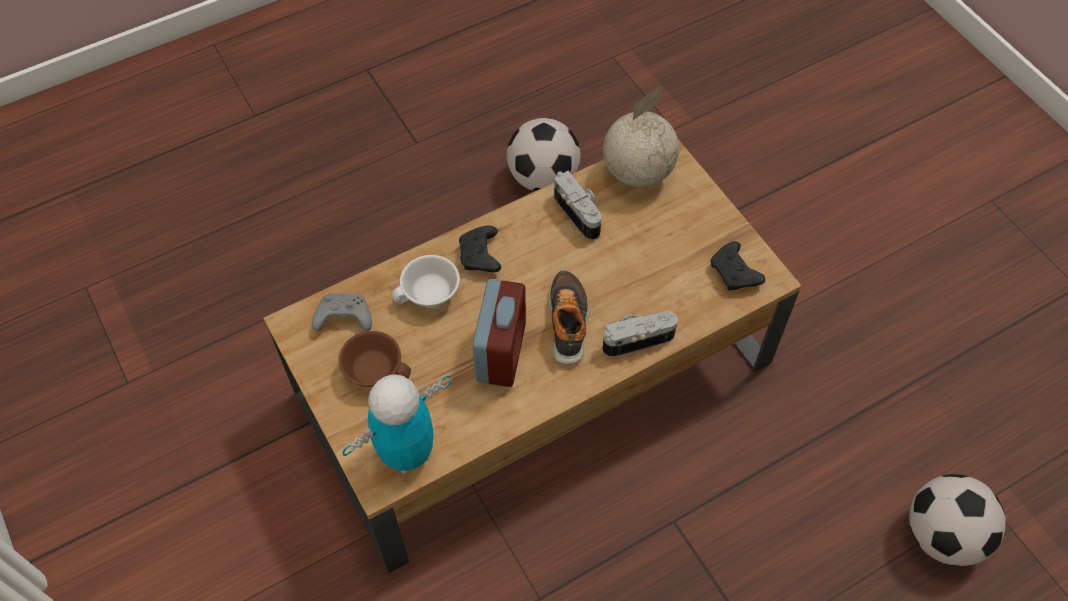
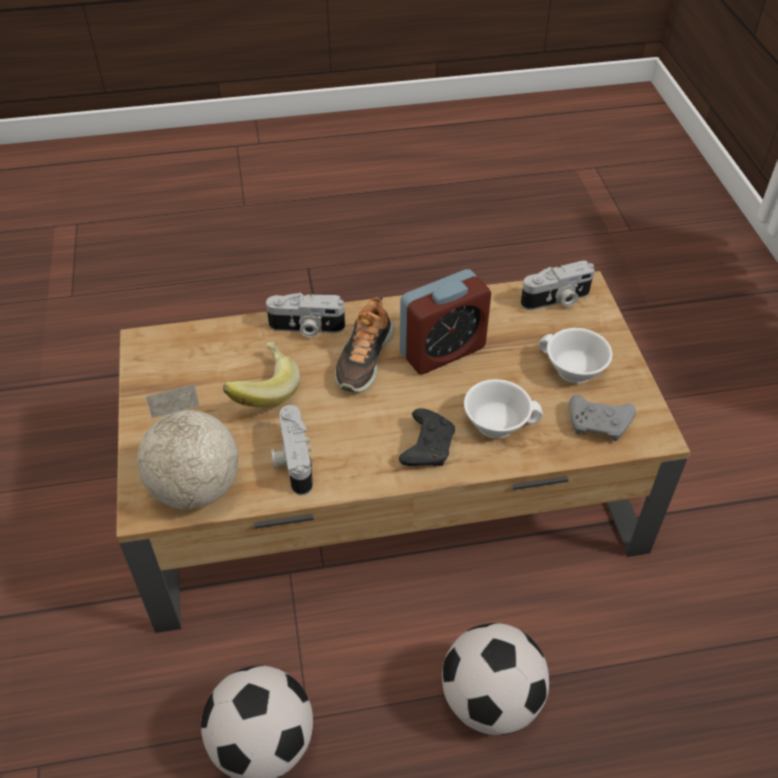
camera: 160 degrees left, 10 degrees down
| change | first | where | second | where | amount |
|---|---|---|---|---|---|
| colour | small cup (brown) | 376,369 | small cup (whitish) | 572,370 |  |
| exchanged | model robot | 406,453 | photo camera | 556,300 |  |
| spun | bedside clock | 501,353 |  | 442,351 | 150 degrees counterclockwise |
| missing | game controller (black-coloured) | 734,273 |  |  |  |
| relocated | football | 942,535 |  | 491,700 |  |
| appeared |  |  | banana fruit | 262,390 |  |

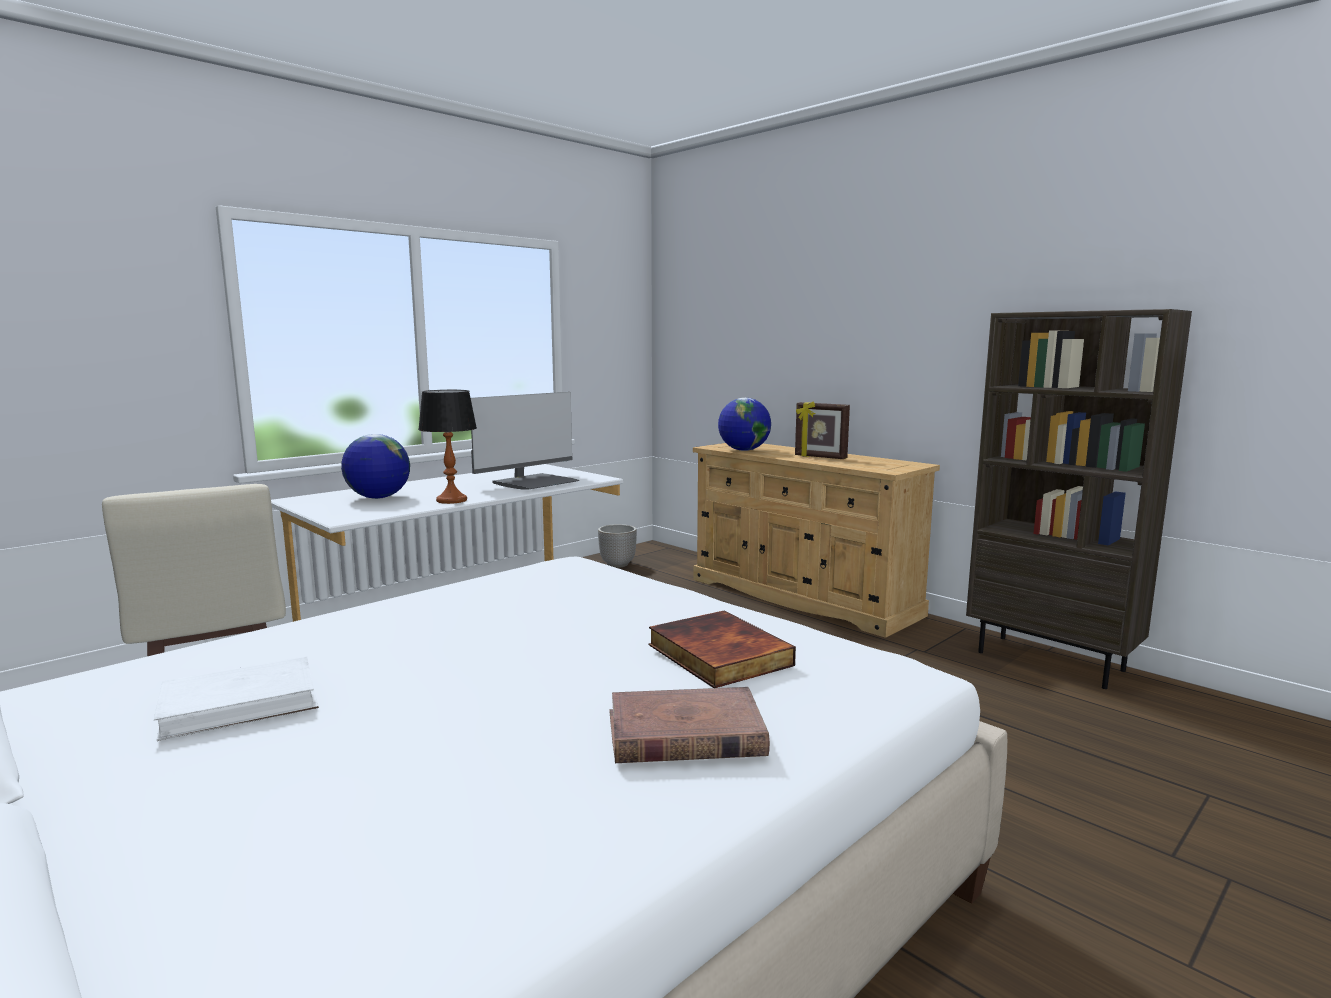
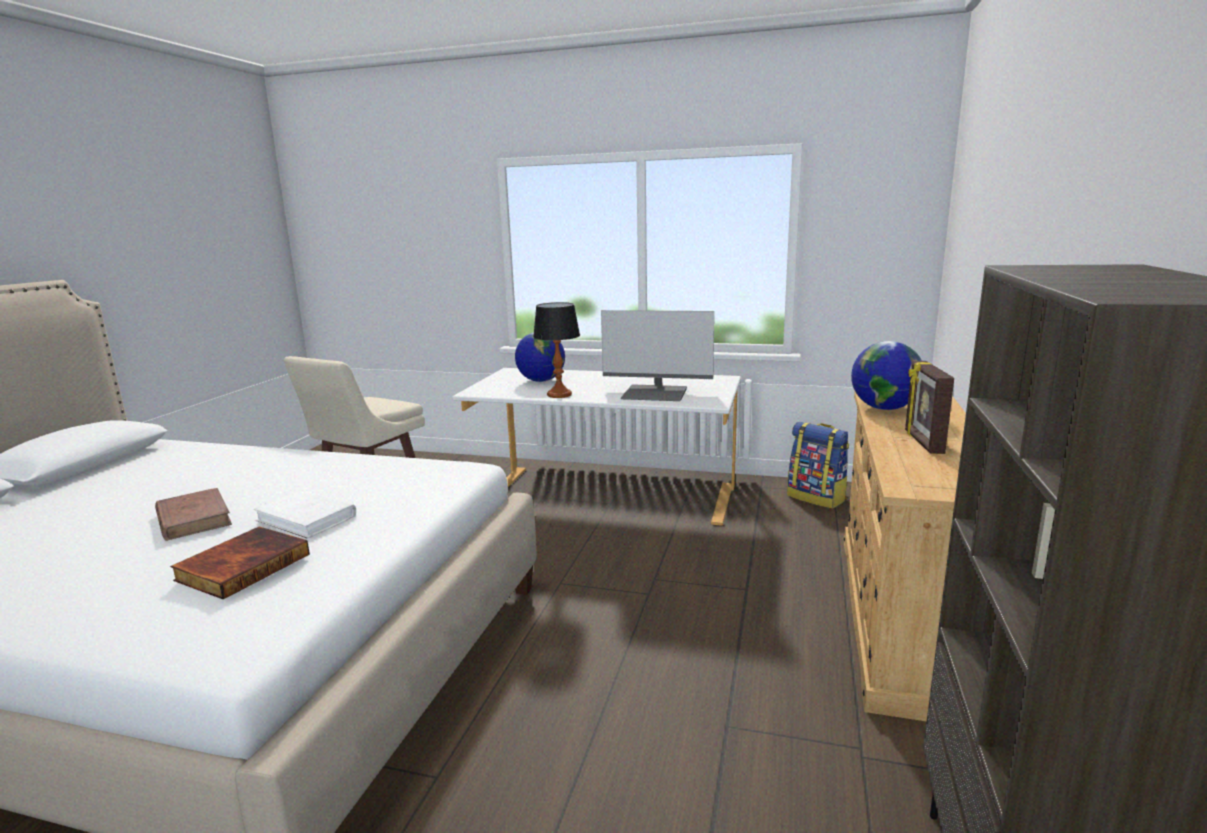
camera: 60 degrees right, 5 degrees up
| change | first | where | second | where | amount |
|---|---|---|---|---|---|
| relocated | volume (whitish) | 241,704 |  | 306,518 |  |
| exchanged | flower pot | 618,564 | knapsack | 817,498 |  |
| relocated | volume (brown) | 684,734 |  | 193,518 |  |

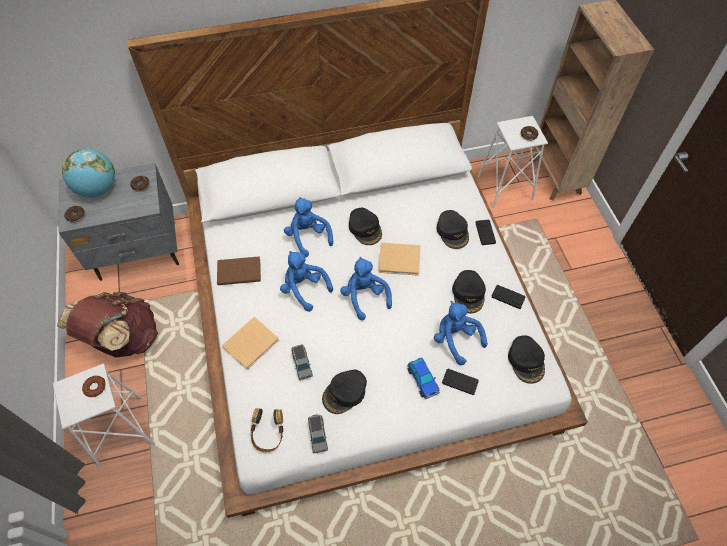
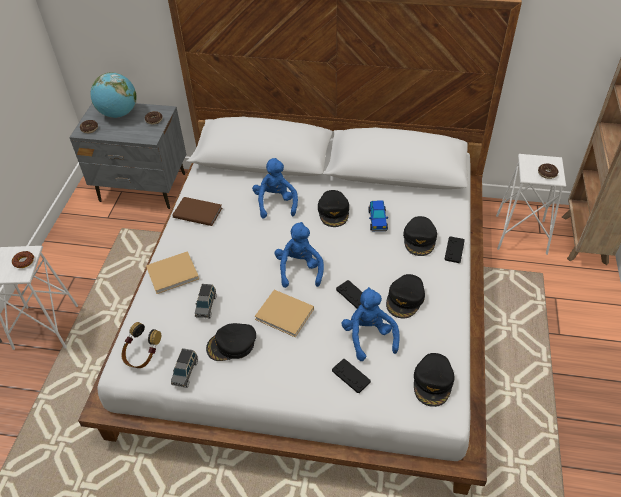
camera: 25 degrees right, 10 degrees down
| change | first | where | second | where | amount |
|---|---|---|---|---|---|
| missing | knapsack (brown) | 124,340 |  |  |  |
| missing | soft toy (bluish) | 304,289 |  |  |  |
| relocated | volume (beige) | 401,260 |  | 286,315 |  |
| relocated | model car | 422,380 |  | 377,220 |  |
| relocated | game controller (black-coloured) | 508,297 |  | 353,295 |  |

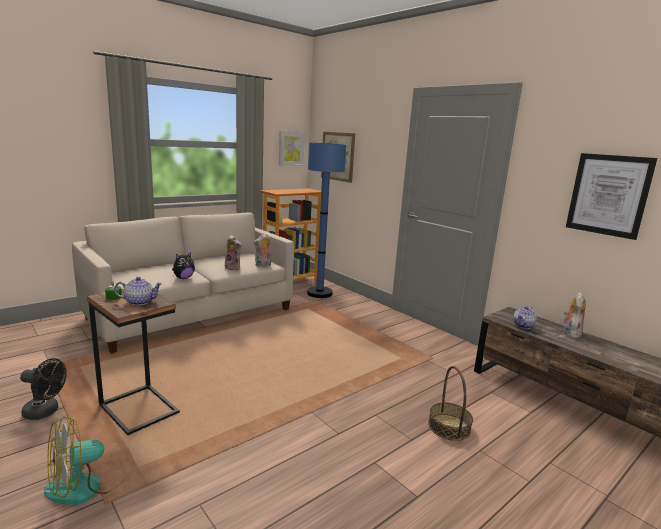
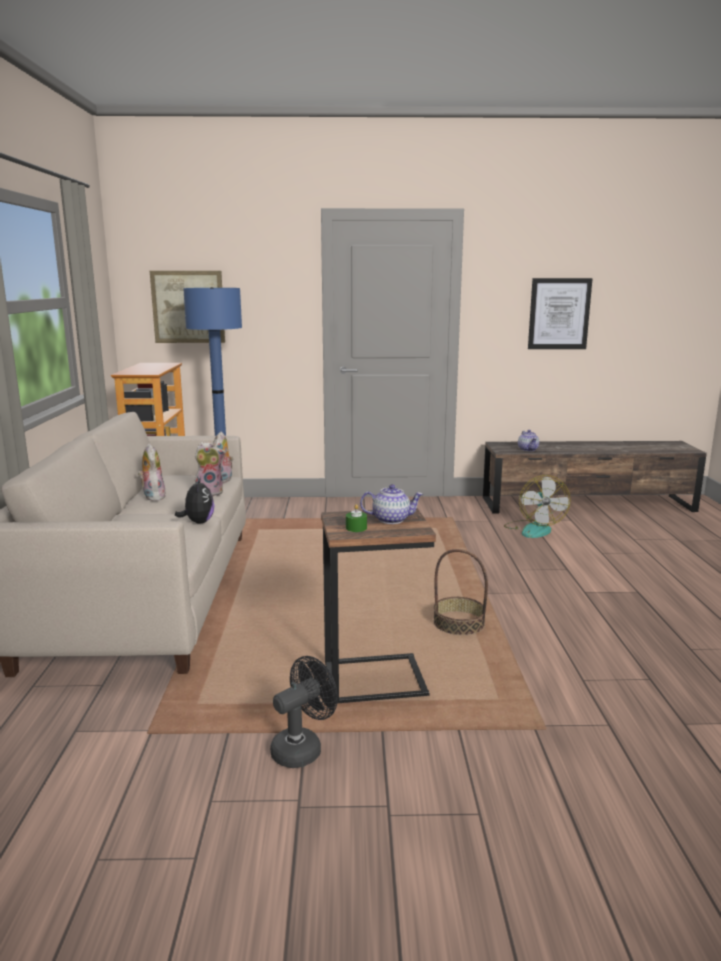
camera: 50 degrees left, 0 degrees up
| change | first | where | second | where | amount |
|---|---|---|---|---|---|
| relocated | fan | 87,485 |  | 534,529 |  |
| spun | teapot | 140,302 |  | 391,519 | 60 degrees clockwise |
| missing | wall art | 291,148 |  |  |  |
| relocated | basket | 449,427 |  | 459,624 |  |
| relocated | soft toy | 570,333 |  | 152,497 |  |

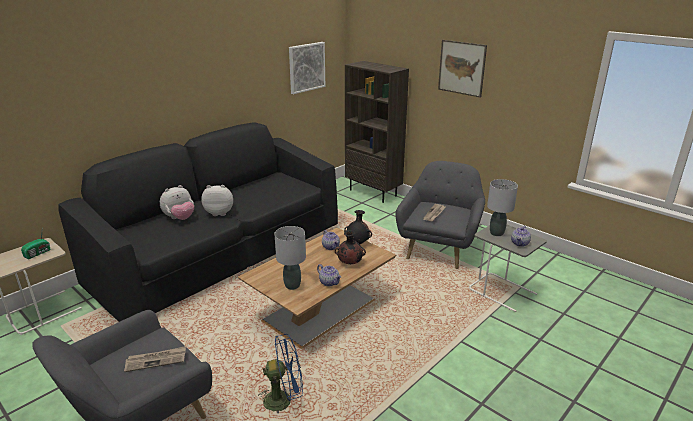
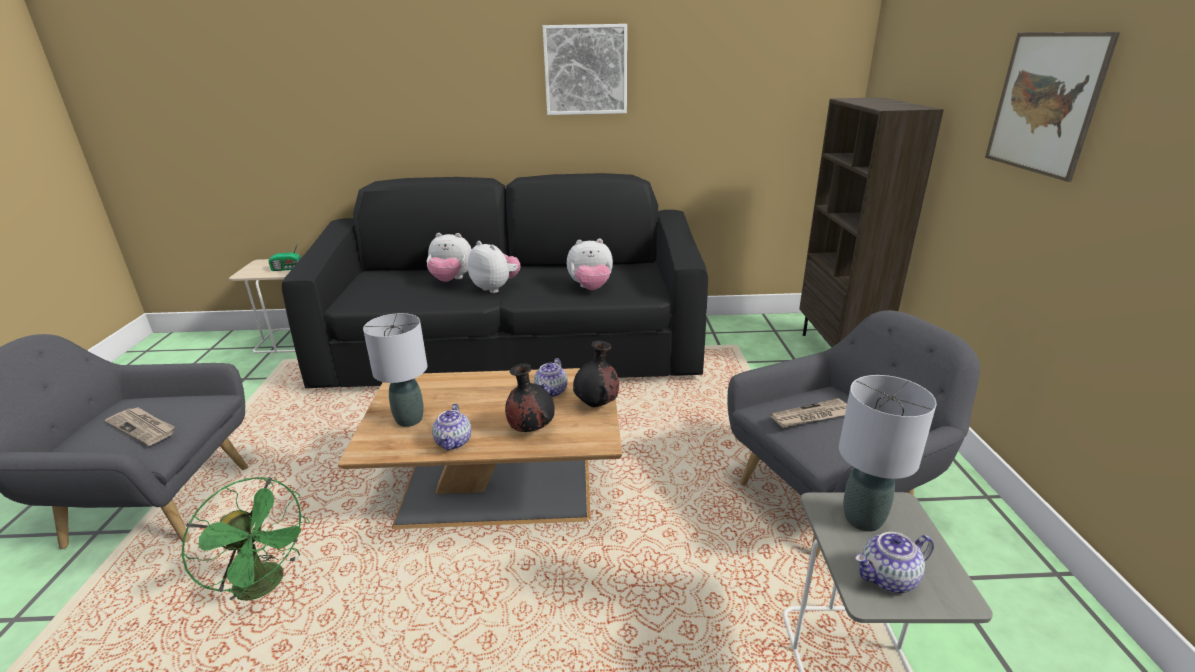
camera: 45 degrees right, 0 degrees up
| change | first | where | second | where | amount |
|---|---|---|---|---|---|
| colour | fan (bluish) | 284,399 | fan (green-coloured) | 267,586 |  |
| relocated | wall art | 306,67 |  | 585,70 |  |
| appeared |  |  | soft toy | 591,288 |  |

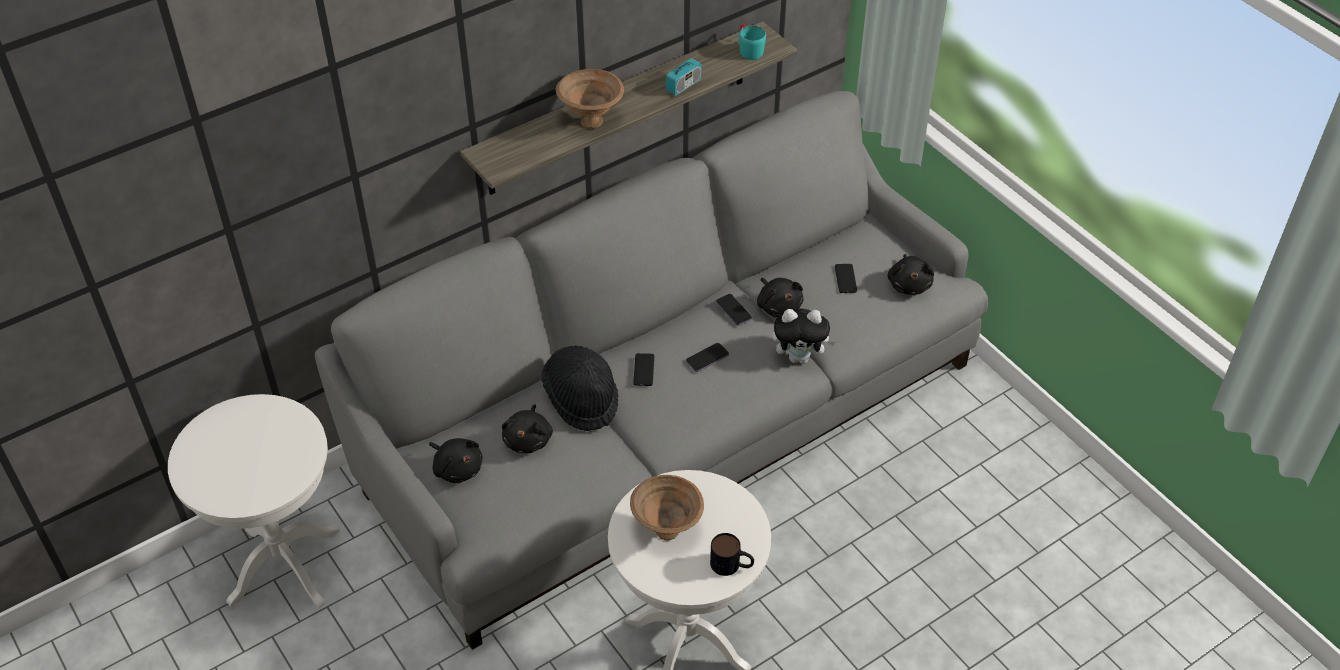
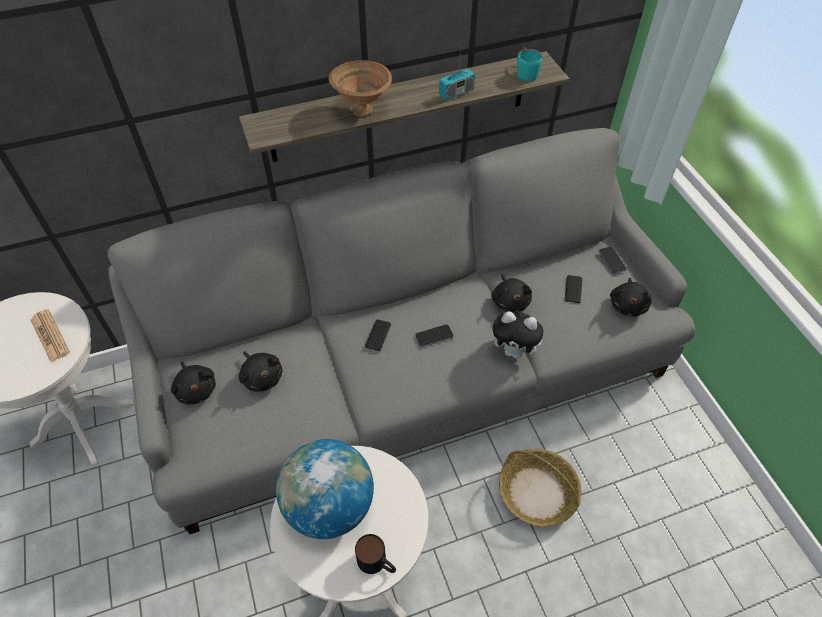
camera: 15 degrees right, 5 degrees up
| change | first | where | second | where | amount |
|---|---|---|---|---|---|
| spun | soft toy (black-coloured) | 528,439 |  | 262,377 | 60 degrees counterclockwise |
| missing | wearable hat (black-coloured) | 582,399 |  |  |  |
| exchanged | deep dish (brown) | 665,529 | world globe | 329,506 |  |
| relocated | telephone | 733,310 |  | 612,260 |  |
| appeared |  |  | daily paper | 50,336 |  |
| appeared |  |  | basket | 538,493 |  |

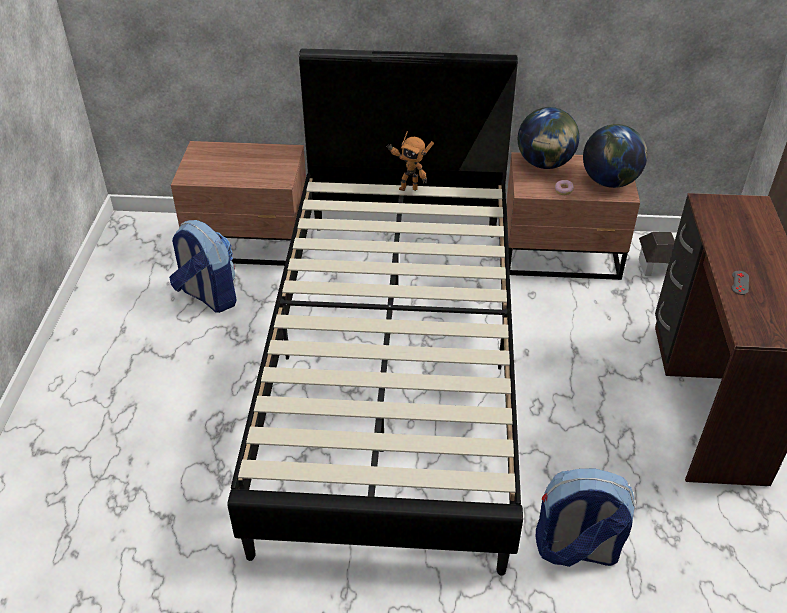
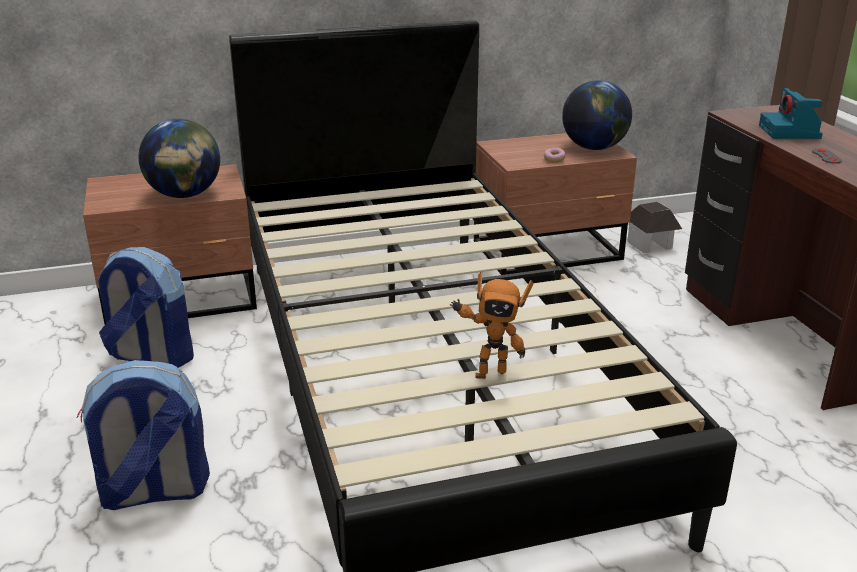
camera: 20 degrees left, 15 degrees down
| change | first | where | second | where | amount |
|---|---|---|---|---|---|
| relocated | model robot | 408,188 |  | 488,372 |  |
| relocated | world globe | 545,164 |  | 185,195 |  |
| relocated | knapsack | 576,549 |  | 153,492 |  |
| appeared |  |  | photo camera | 790,132 |  |

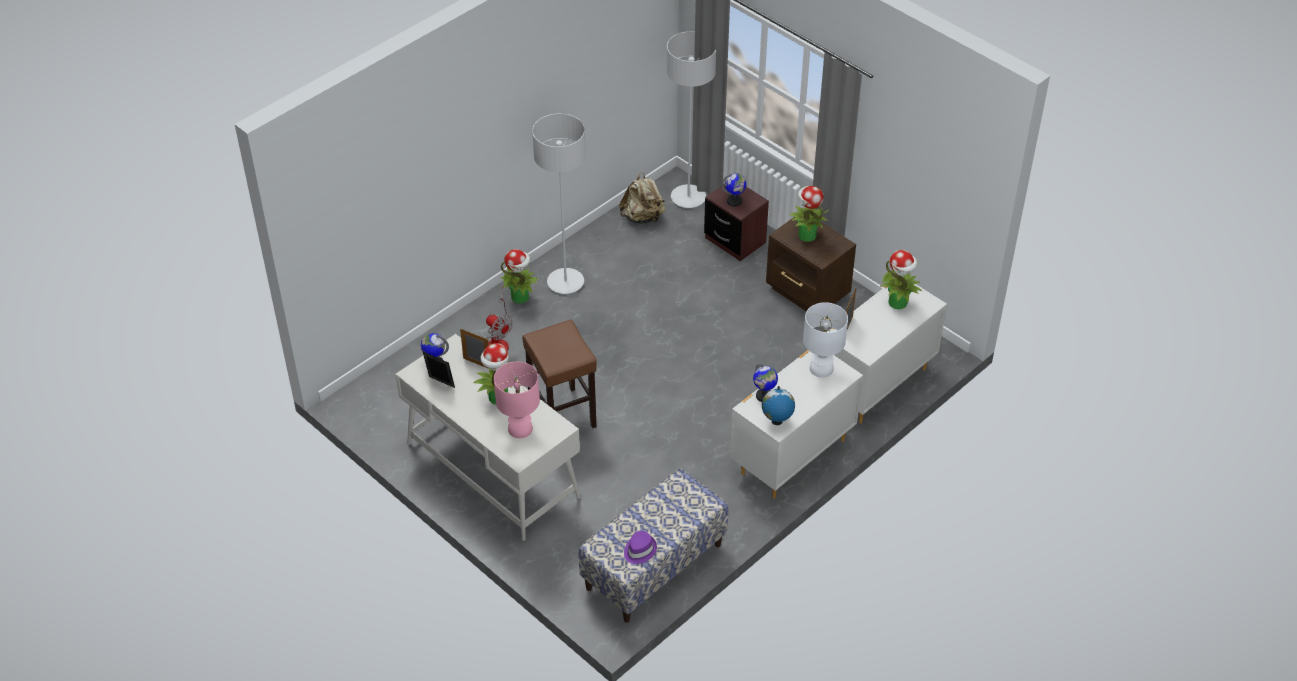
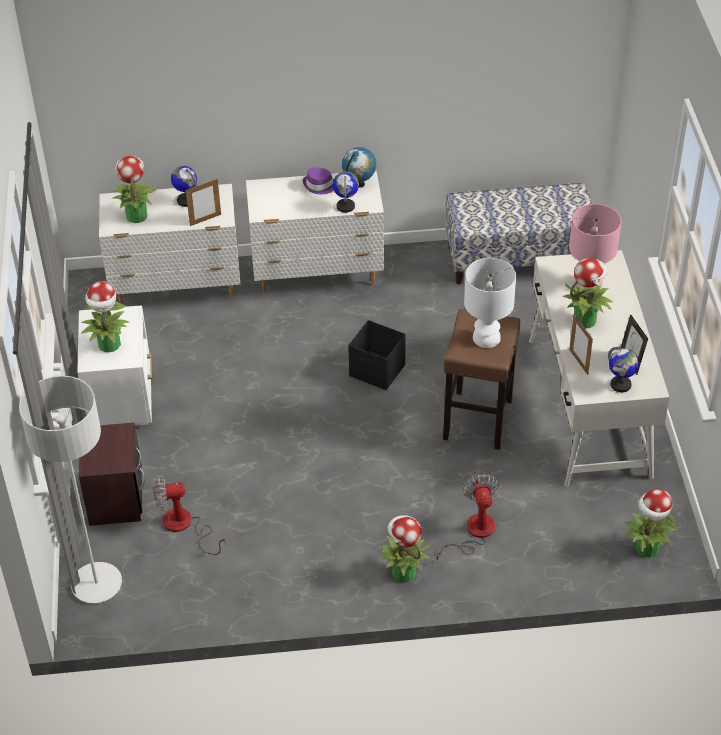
camera: 140 degrees left, 0 degrees up
| change | first | where | second | where | amount |
|---|---|---|---|---|---|
| missing | floor lamp (greyish) | 565,282 |  |  |  |
| missing | knapsack (beige) | 643,217 |  |  |  |
| relocated | wearable hat (purple-coloured) | 639,550 |  | 320,186 |  |
| relocated | world globe | 734,201 |  | 186,200 |  |
| colour | bedside table (brown) | 807,293 | bedside table (whitish) | 122,399 |  |
| relocated | tabletop lamp (whitish) | 821,369 |  | 487,337 |  |
| appeared |  |  | fan | 185,526 |  |
| appeared |  |  | storage container (black-coloured) | 377,371 |  |
| appeared |  |  | potted plant | 647,549 |  |

